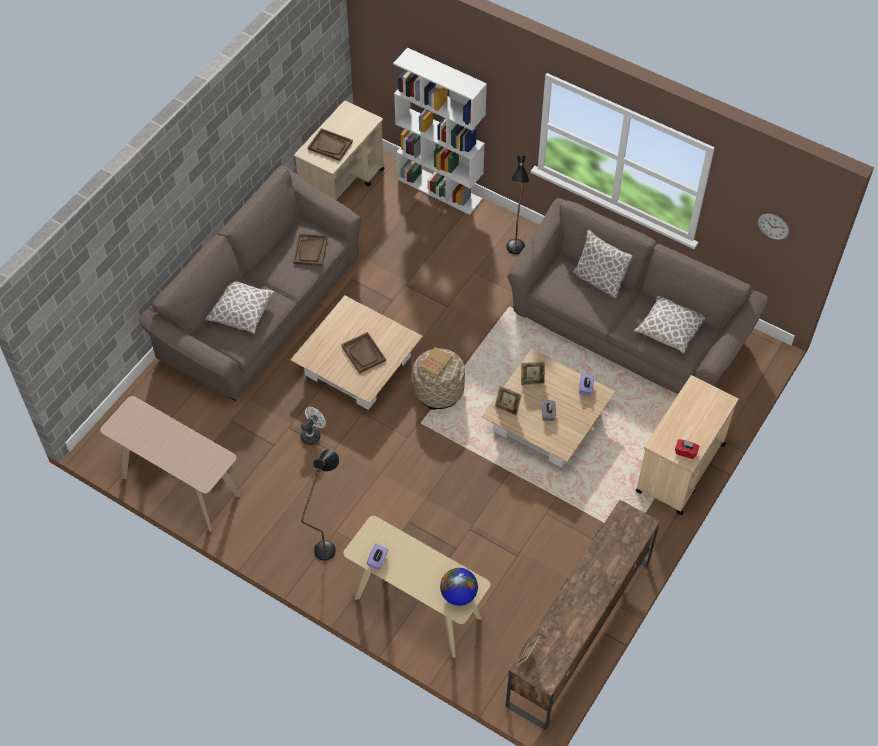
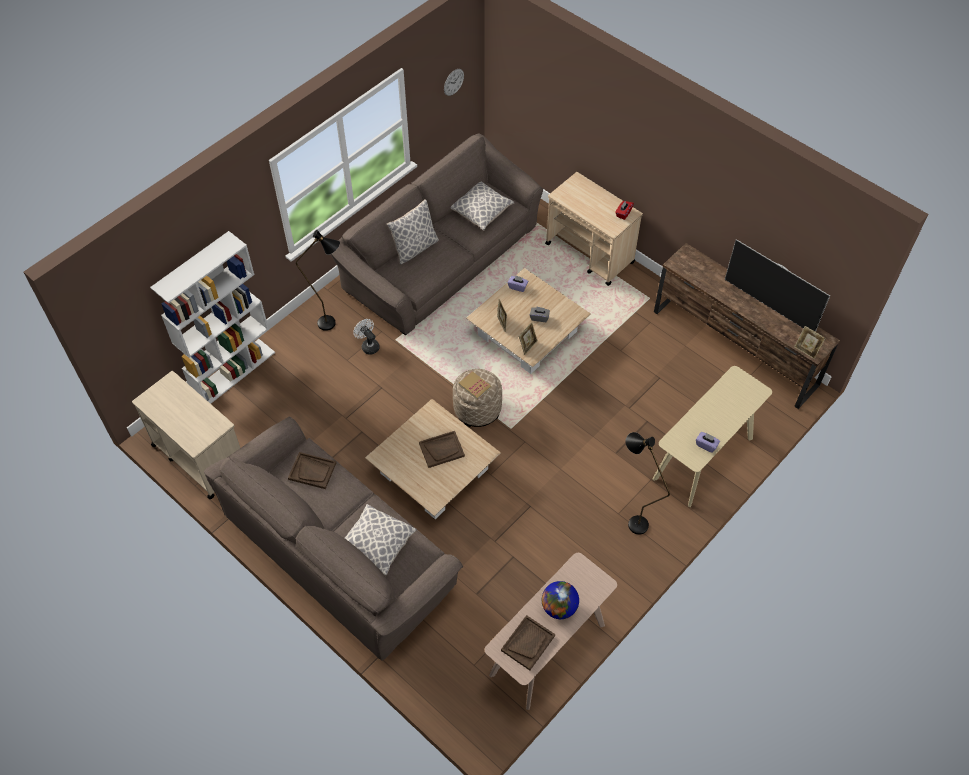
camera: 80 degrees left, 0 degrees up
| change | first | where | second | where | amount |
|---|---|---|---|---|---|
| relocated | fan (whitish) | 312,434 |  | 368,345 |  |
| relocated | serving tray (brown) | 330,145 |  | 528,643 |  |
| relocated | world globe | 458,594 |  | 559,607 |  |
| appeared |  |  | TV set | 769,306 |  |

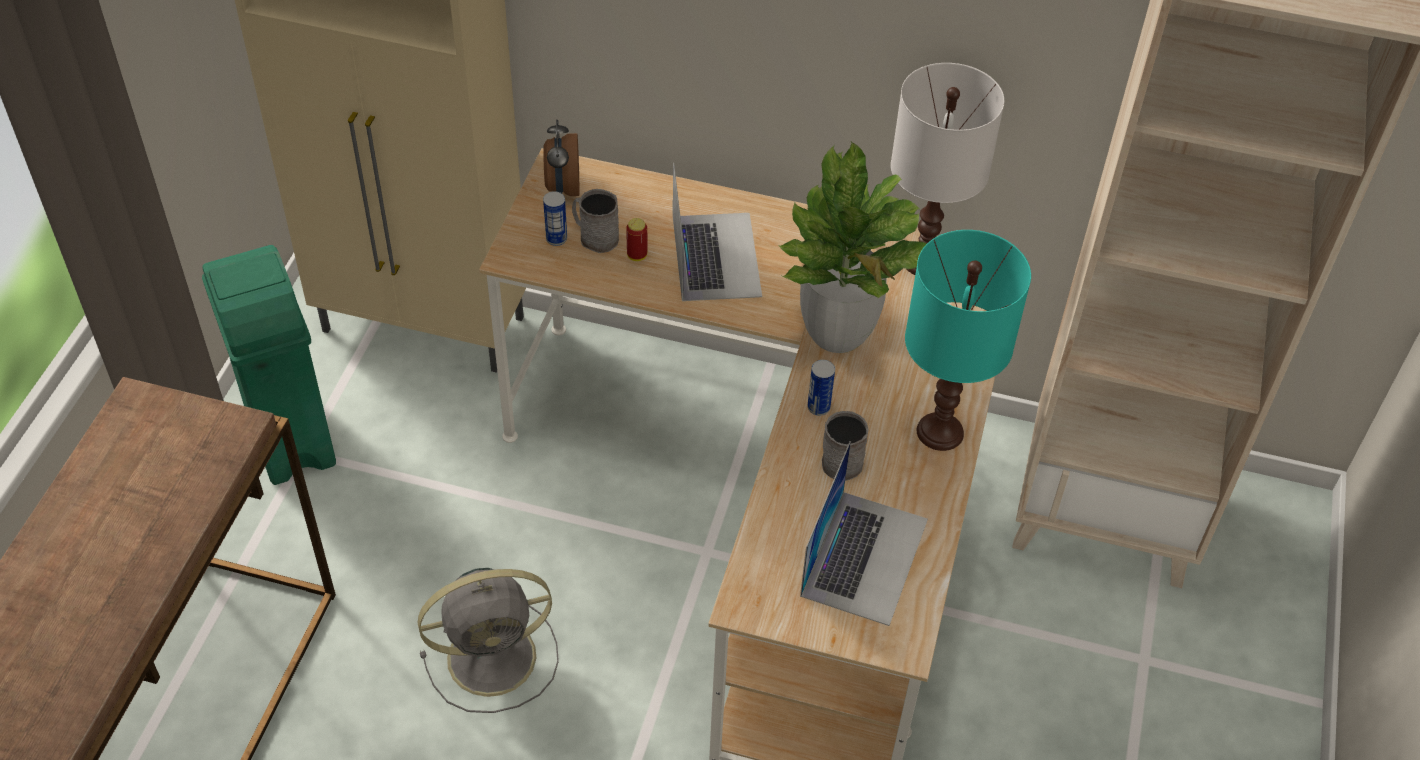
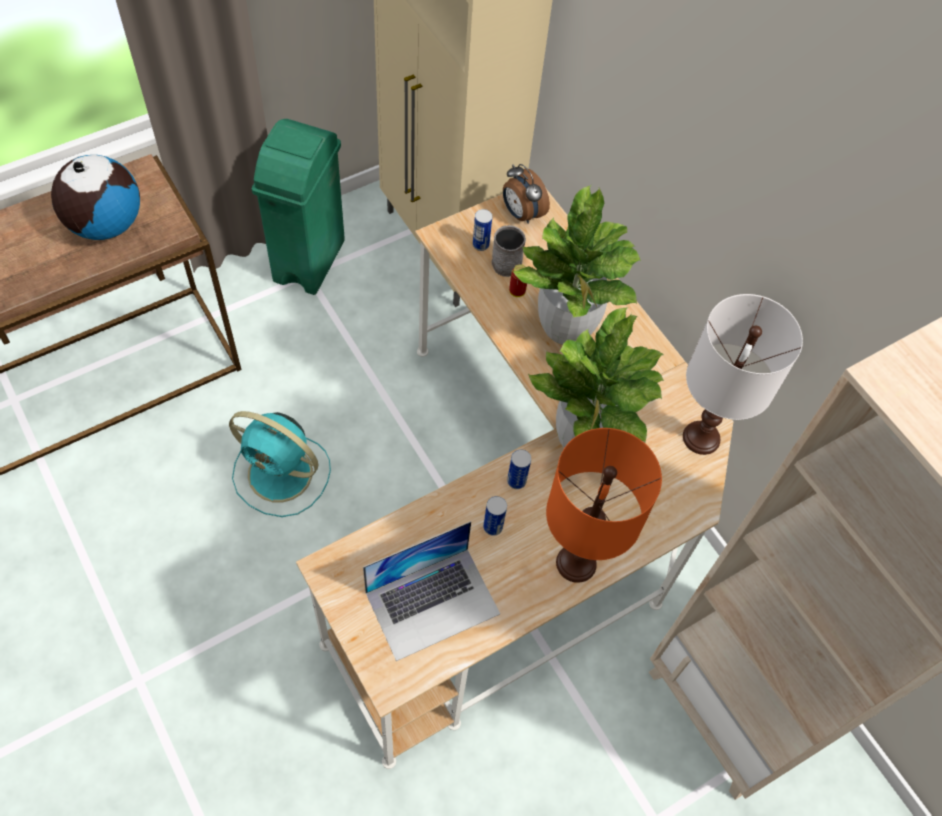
camera: 40 degrees right, 10 degrees up
| change | first | where | second | where | amount |
|---|---|---|---|---|---|
| colour | fan (greyish) | 496,656 | fan (turquoise-coloured) | 283,474 |  |
| spun | bedside clock | 562,188 |  | 521,214 | 75 degrees counterclockwise |
| exchanged | portable computer | 715,256 | potted plant | 566,329 |  |
| exchanged | coffee mug (greyish) | 842,458 | sealed can | 493,527 |  |
| colour | tabletop lamp (turquoise-coloured) | 941,432 | tabletop lamp (orange-coloured) | 576,563 |  |
| appeared |  |  | world globe | 105,224 |  |

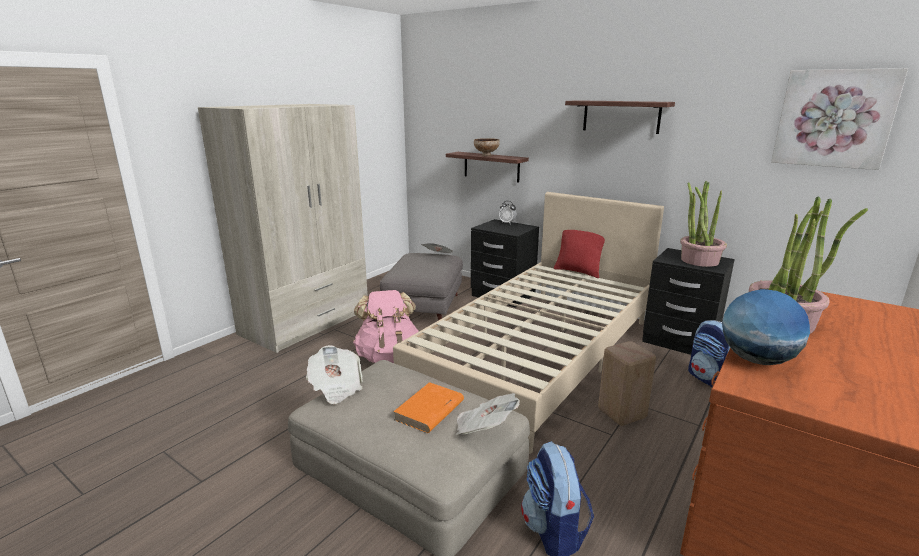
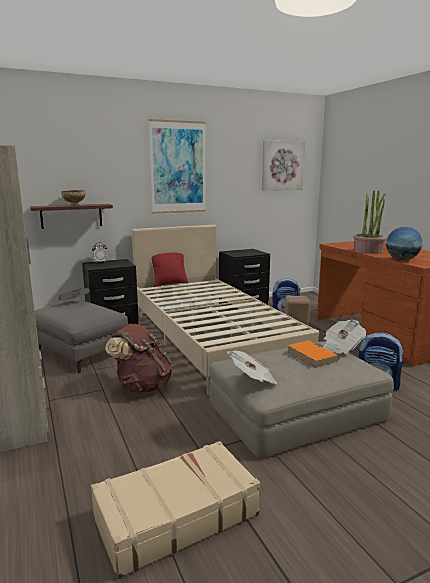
camera: 60 degrees left, 5 degrees down
| change | first | where | second | where | amount |
|---|---|---|---|---|---|
| colour | knapsack (pinkish) | 388,356 | knapsack (brown) | 142,386 |  |
| exchanged | bracket shelf | 621,116 | wall art | 178,167 |  |
| missing | potted plant | 699,260 |  |  |  |
| appeared |  |  | travel case (beige) | 175,515 |  |

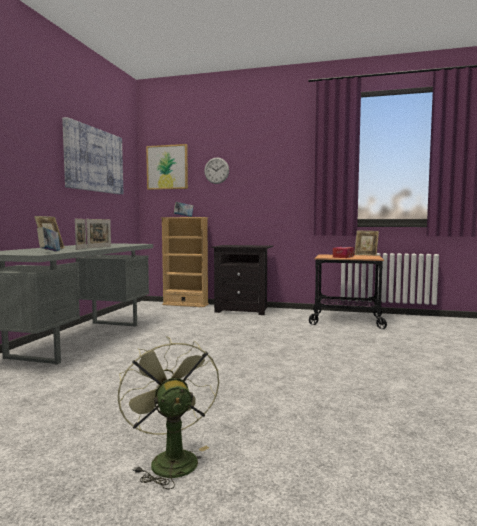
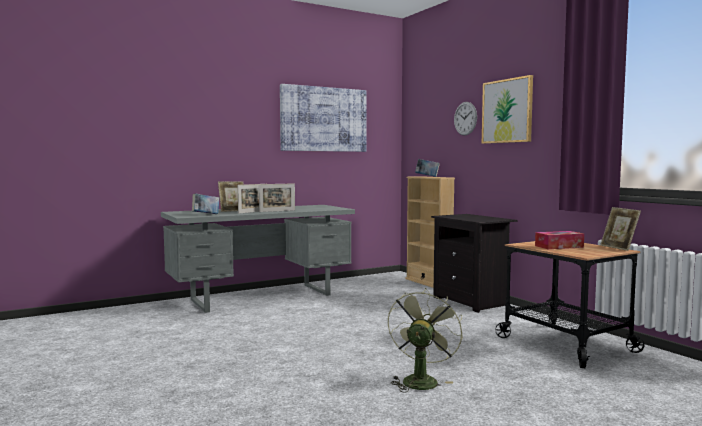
camera: 45 degrees right, 0 degrees up
| change | first | where | second | where | amount |
|---|---|---|---|---|---|
| relocated | fan (green-coloured) | 169,459 |  | 421,380 |  |
| relocated | wall art | 167,167 |  | 507,111 |  |

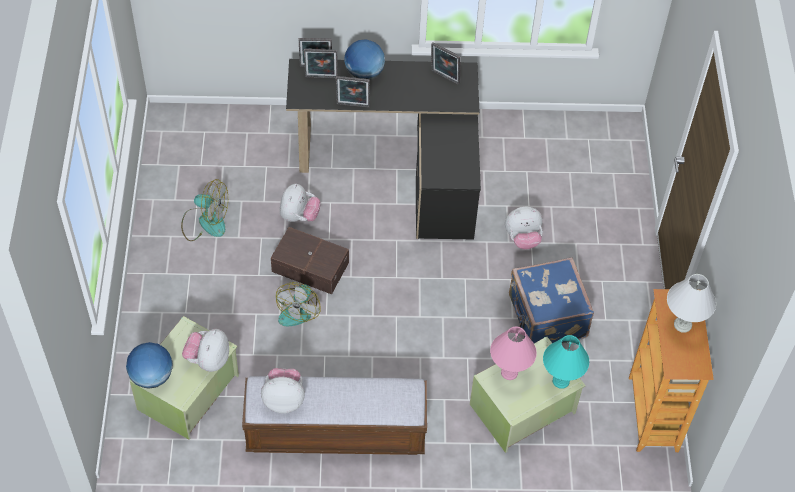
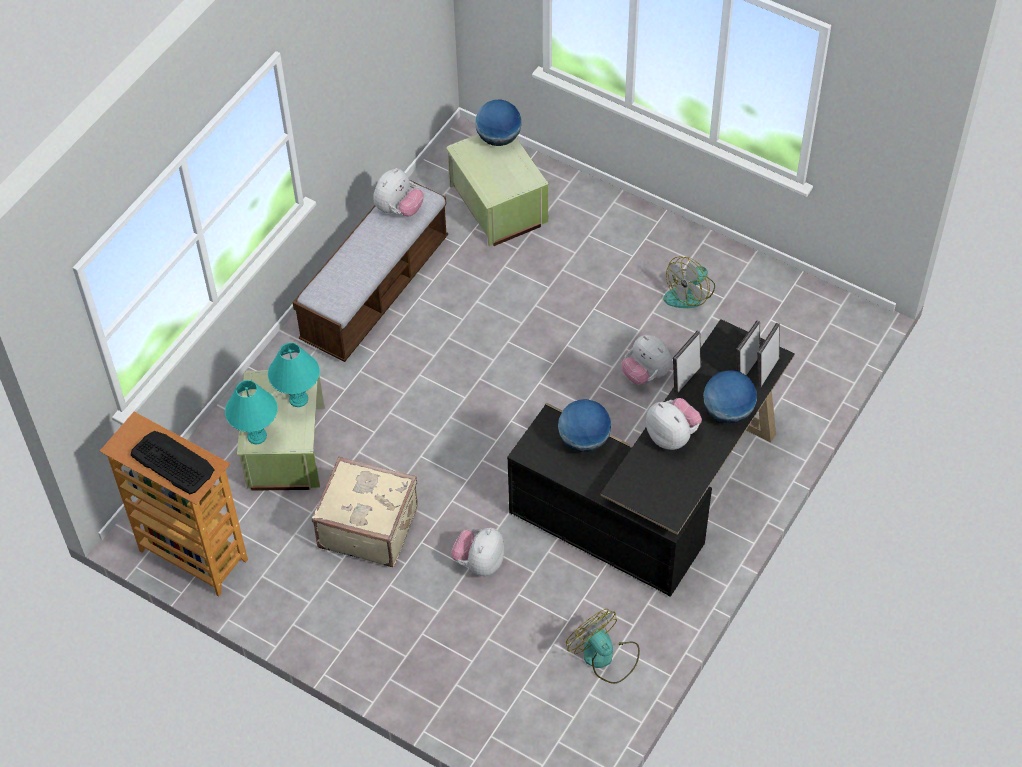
camera: 125 degrees right, 0 degrees up
| change | first | where | second | where | amount |
|---|---|---|---|---|---|
| relocated | soft toy | 208,360 |  | 672,436 |  |
| missing | storage container (brown) | 310,266 |  |  |  |
| relocated | fan | 298,309 |  | 604,657 |  |
| missing | standing frame | 444,78 |  |  |  |
| colour | tabletop lamp (pinkish) | 509,372 | tabletop lamp (turquoise-coloured) | 299,399 |  |
| colour | travel case (bluish) | 546,318 | travel case (beige) | 368,526 |  |
| exchanged | tabletop lamp (whitish) | 683,325 | PC keyboard | 172,462 |  |
| appeared |  |  | world globe | 584,440 |  |

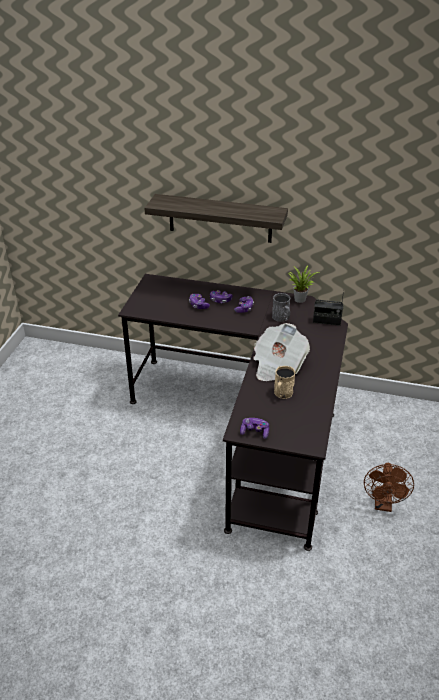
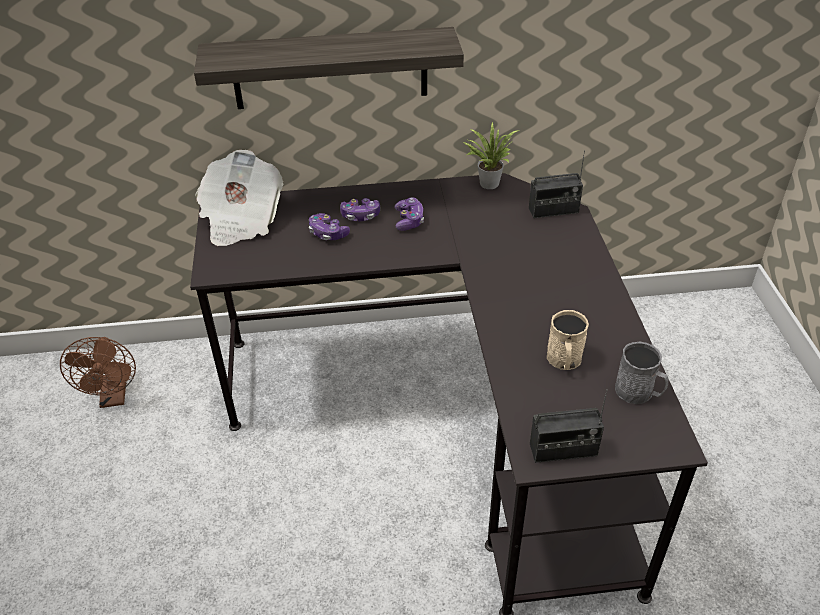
camera: 20 degrees left, 5 degrees up
| change | first | where | second | where | amount |
|---|---|---|---|---|---|
| exchanged | game controller | 254,432 | radio receiver | 563,450 |  |
| relocated | daily paper | 278,366 |  | 241,219 |  |
| relocated | coffee mug (greyish) | 282,318 |  | 638,392 |  |
| relocated | fan (brown) | 383,504 |  | 114,397 |  |

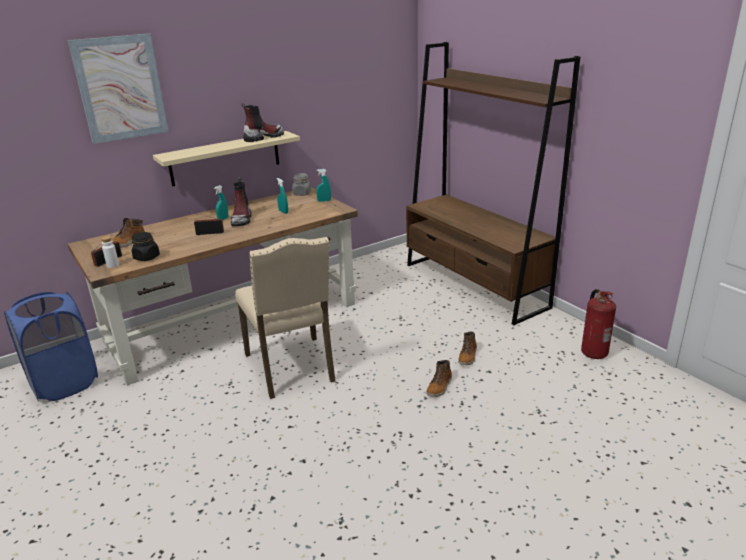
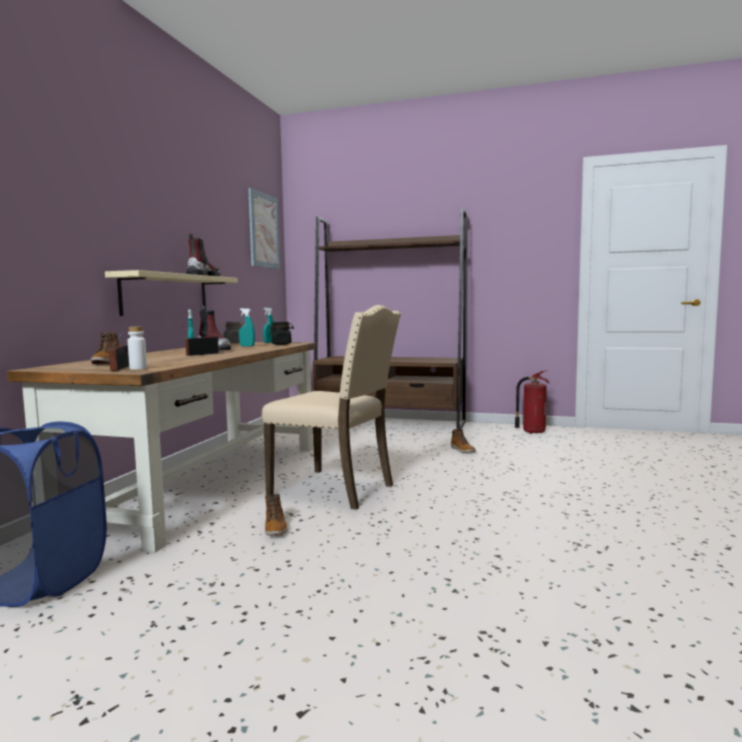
camera: 40 degrees left, 20 degrees down
| change | first | where | second | where | amount |
|---|---|---|---|---|---|
| relocated | wall art | 120,88 |  | 264,230 |  |
| relocated | storage jar (black-coloured) | 147,257 |  | 281,344 |  |
| relocated | tall boot | 439,386 |  | 275,528 |  |

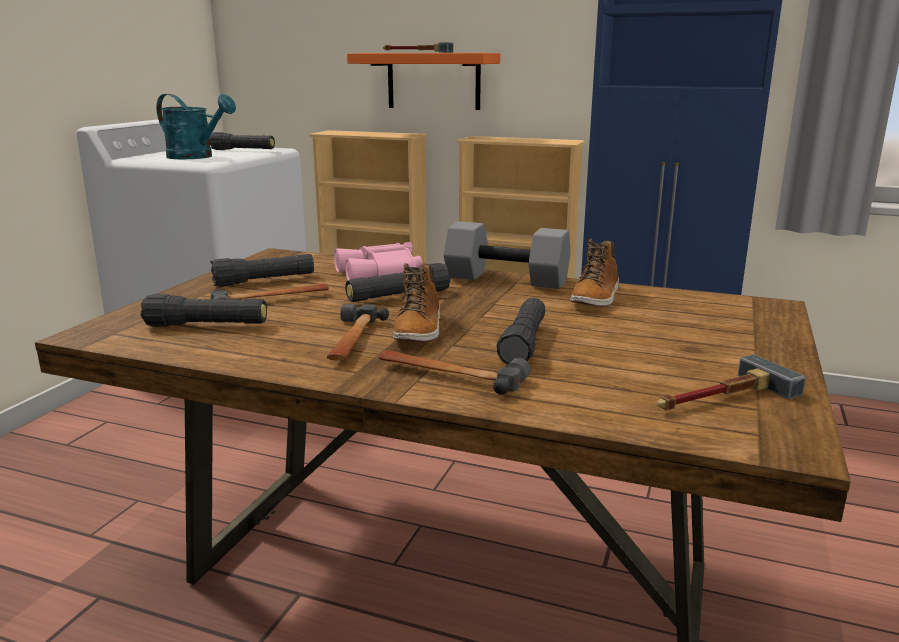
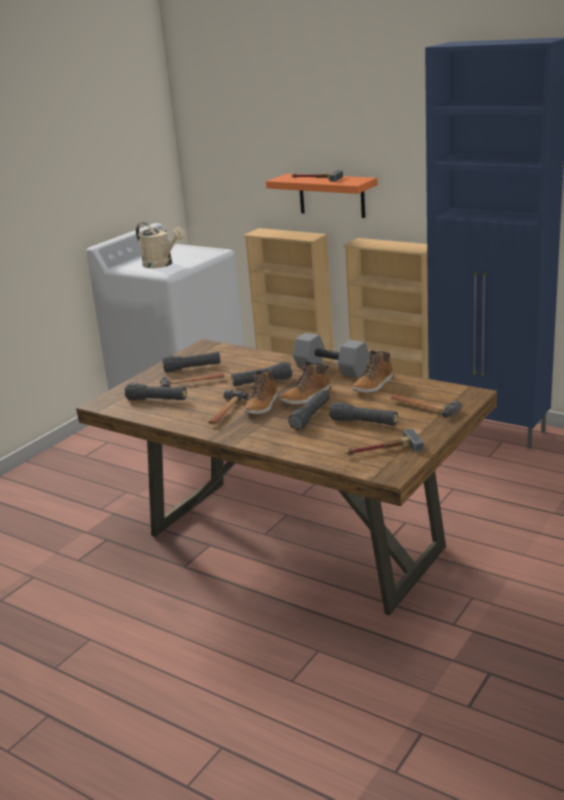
camera: 15 degrees right, 5 degrees up
| change | first | where | second | where | amount |
|---|---|---|---|---|---|
| colour | watering can (turquoise-coloured) | 197,157 | watering can (beige) | 162,264 |  |
| relocated | flashlight (black-coloured) | 243,150 |  | 364,422 |  |
| missing | field glasses (pinkish) | 380,273 |  |  |  |
| relocated | hand hammer | 450,376 |  | 424,407 |  |
| appeared |  |  | tall boot | 307,397 |  |

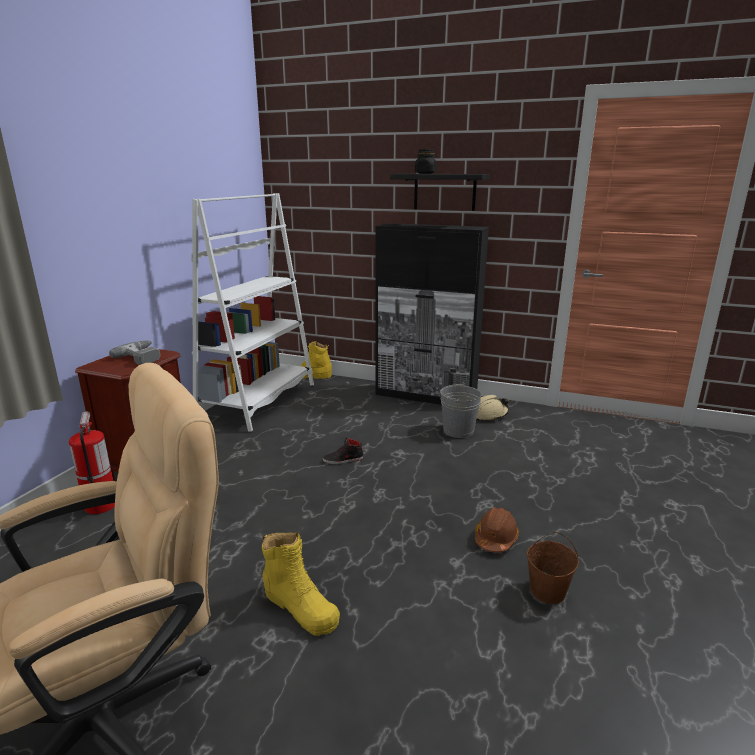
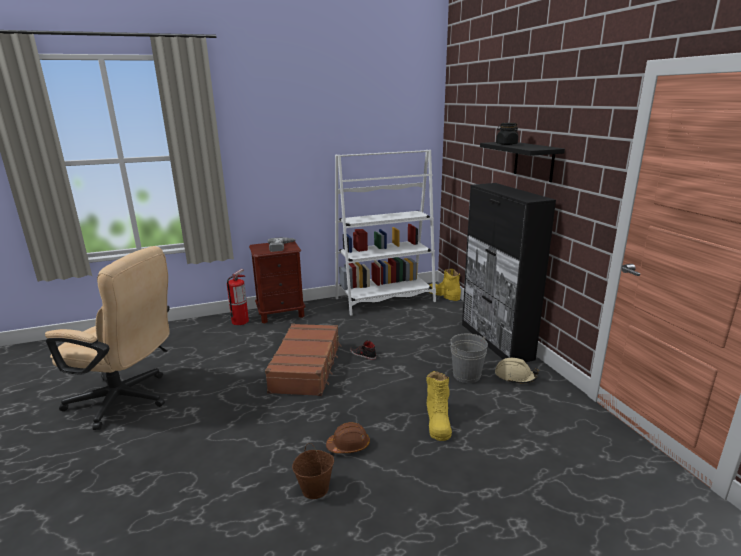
camera: 50 degrees right, 0 degrees up
| change | first | where | second | where | amount |
|---|---|---|---|---|---|
| relocated | tall boot (yellowish) | 300,607 |  | 438,422 |  |
| appeared |  |  | travel case (brown) | 307,367 |  |

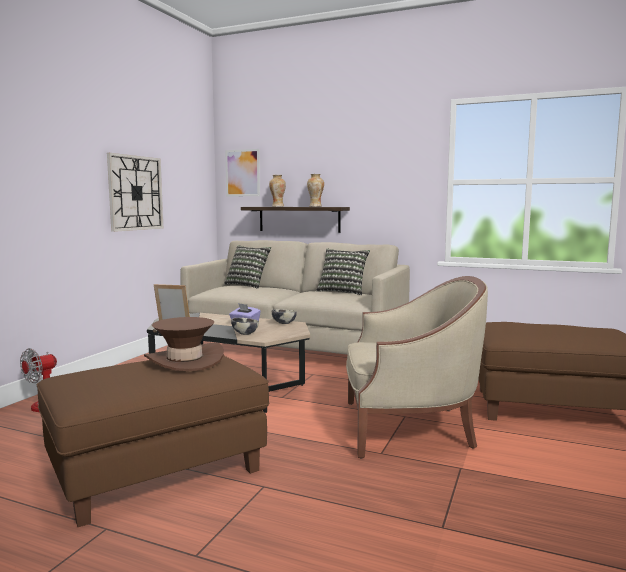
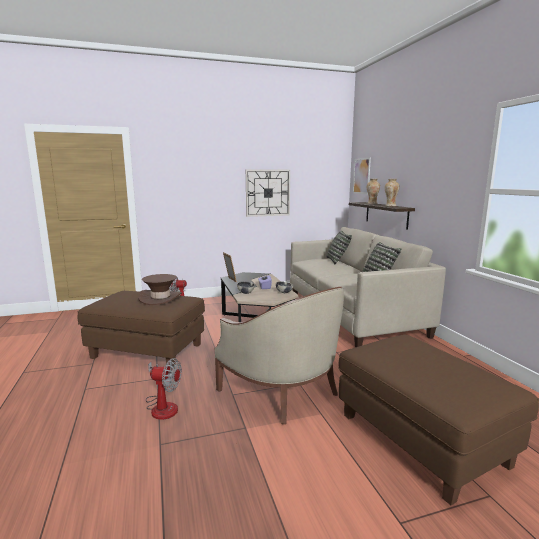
camera: 50 degrees right, 5 degrees up
| change | first | where | second | where | amount |
|---|---|---|---|---|---|
| appeared |  |  | fan | 162,406 |  |

